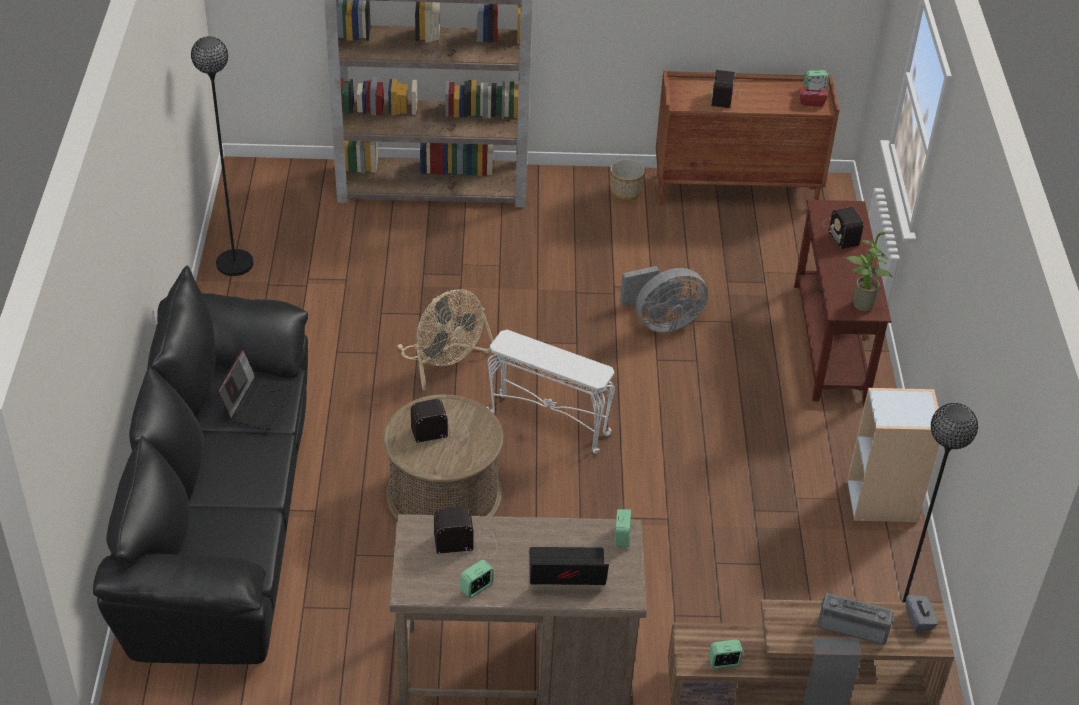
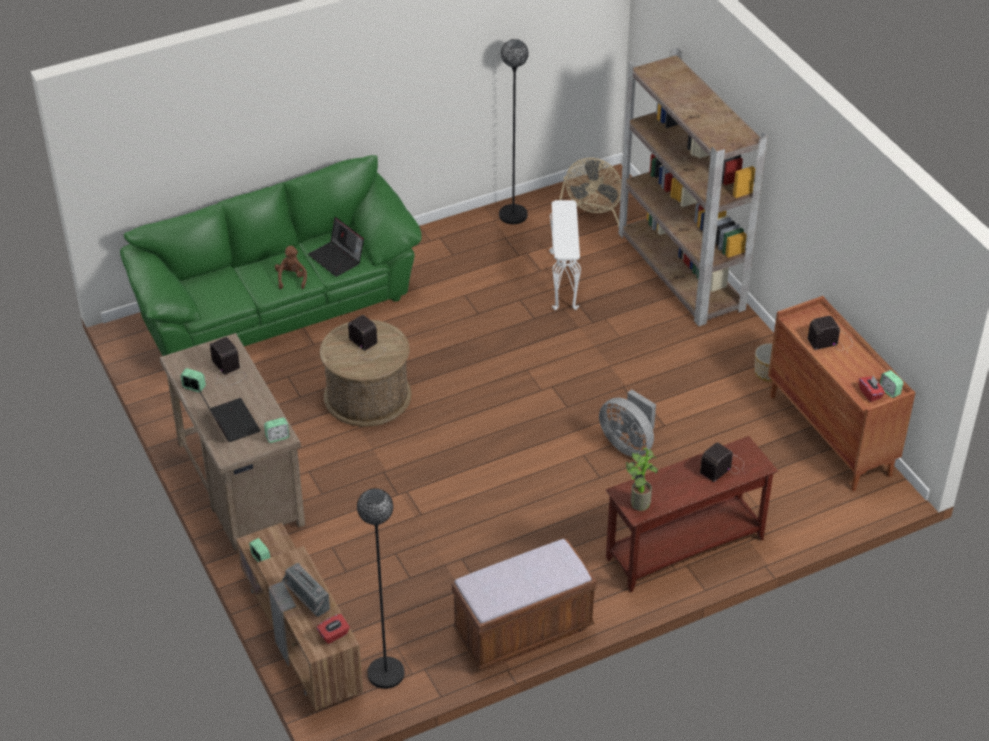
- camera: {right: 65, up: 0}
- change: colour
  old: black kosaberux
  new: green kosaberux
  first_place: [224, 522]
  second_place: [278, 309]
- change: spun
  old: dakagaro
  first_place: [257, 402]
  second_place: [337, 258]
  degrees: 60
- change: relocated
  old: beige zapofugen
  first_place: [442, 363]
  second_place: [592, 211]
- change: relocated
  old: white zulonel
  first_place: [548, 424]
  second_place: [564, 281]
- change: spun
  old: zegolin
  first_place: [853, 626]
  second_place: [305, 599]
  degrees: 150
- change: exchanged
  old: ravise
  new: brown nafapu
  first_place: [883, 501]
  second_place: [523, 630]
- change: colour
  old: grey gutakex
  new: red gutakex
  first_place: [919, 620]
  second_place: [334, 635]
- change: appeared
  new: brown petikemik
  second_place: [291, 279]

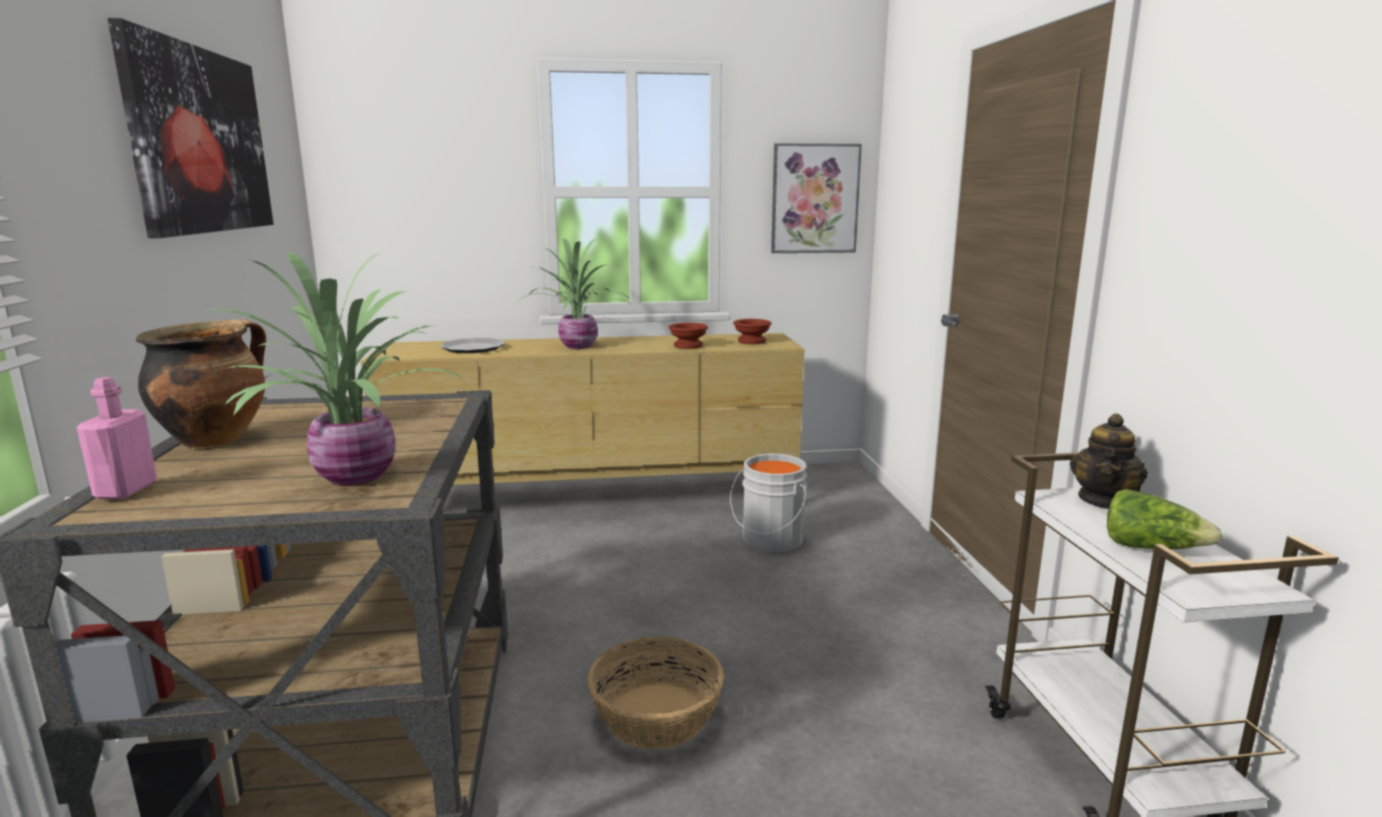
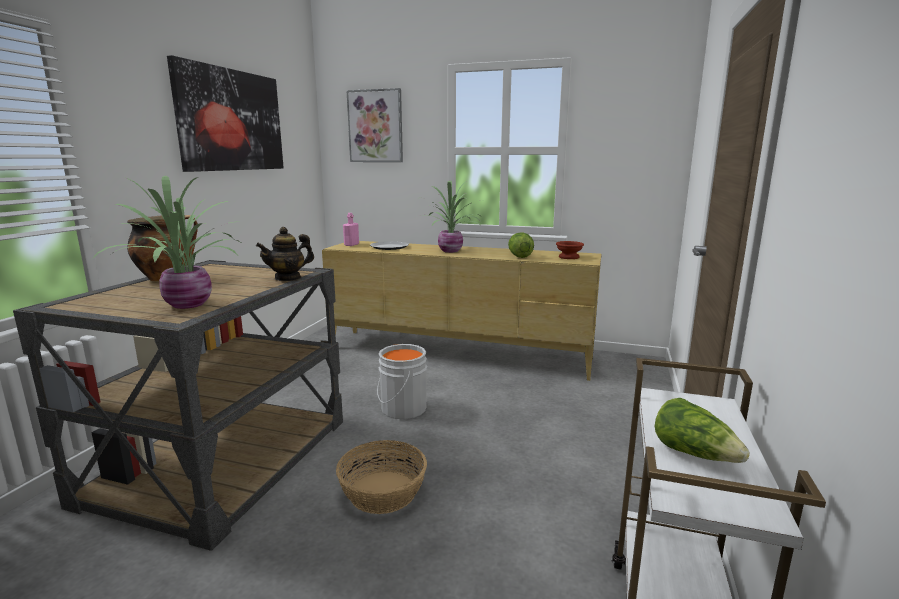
- camera: {right: 25, up: 0}
- change: relocated
  old: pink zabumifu
  first_place: [126, 490]
  second_place: [351, 245]
- change: exchanged
  old: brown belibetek
  new: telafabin
  first_place: [688, 346]
  second_place: [519, 256]
- change: relocated
  old: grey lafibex
  first_place: [770, 541]
  second_place: [401, 409]
- change: relocated
  old: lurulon
  first_place: [814, 199]
  second_place: [375, 126]
- change: relocated
  old: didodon
  first_place: [1103, 501]
  second_place: [288, 278]

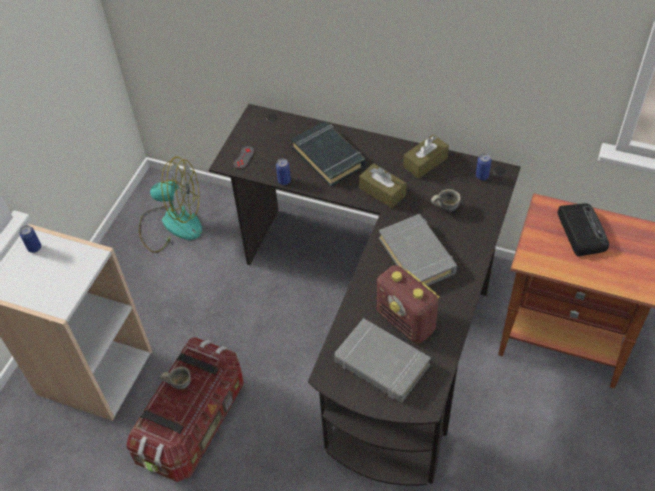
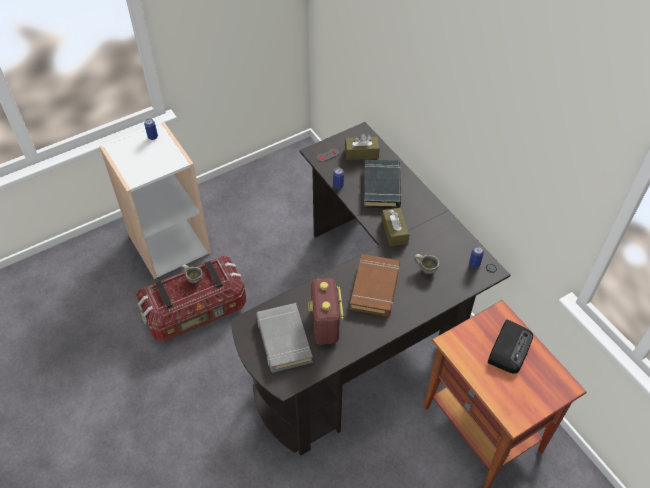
- camera: {right: 35, up: 0}
- change: missing
  old: zapofugen
  first_place: [172, 223]
- change: colour
  old: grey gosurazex
  new: brown gosurazex
  first_place: [417, 255]
  second_place: [375, 288]
- change: relocated
  old: brown gutakex
  first_place: [425, 162]
  second_place: [361, 153]

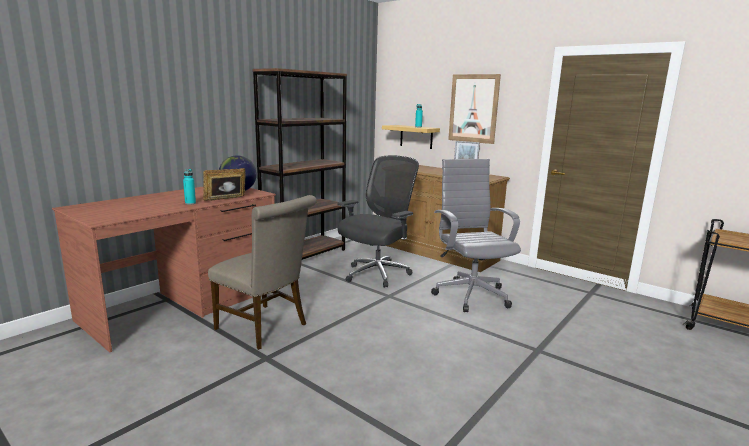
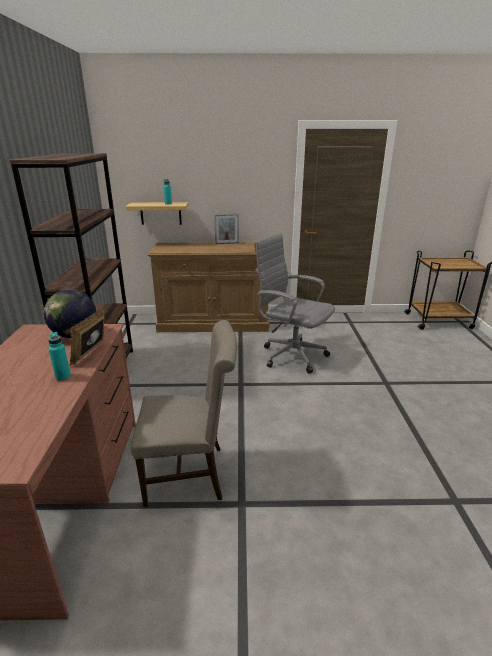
- camera: {right: -40, up: 10}
- change: missing
  old: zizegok
  first_place: [377, 274]
- change: missing
  old: lurulon
  first_place: [473, 108]

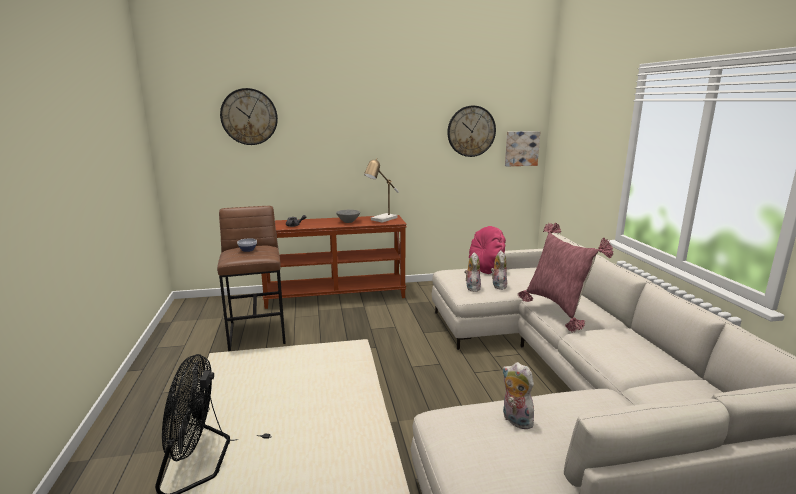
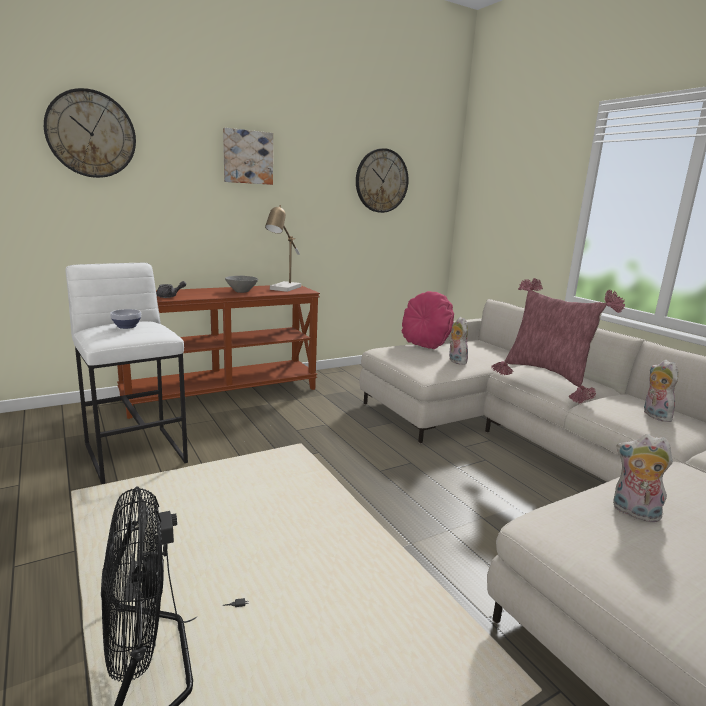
- camera: {right: -20, up: 0}
- change: colour
  old: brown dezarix
  new: white dezarix
  first_place: [257, 333]
  second_place: [135, 452]
- change: relocated
  old: petikemik
  first_place: [472, 288]
  second_place: [654, 415]
- change: relocated
  old: lurulon
  first_place: [521, 148]
  second_place: [247, 157]

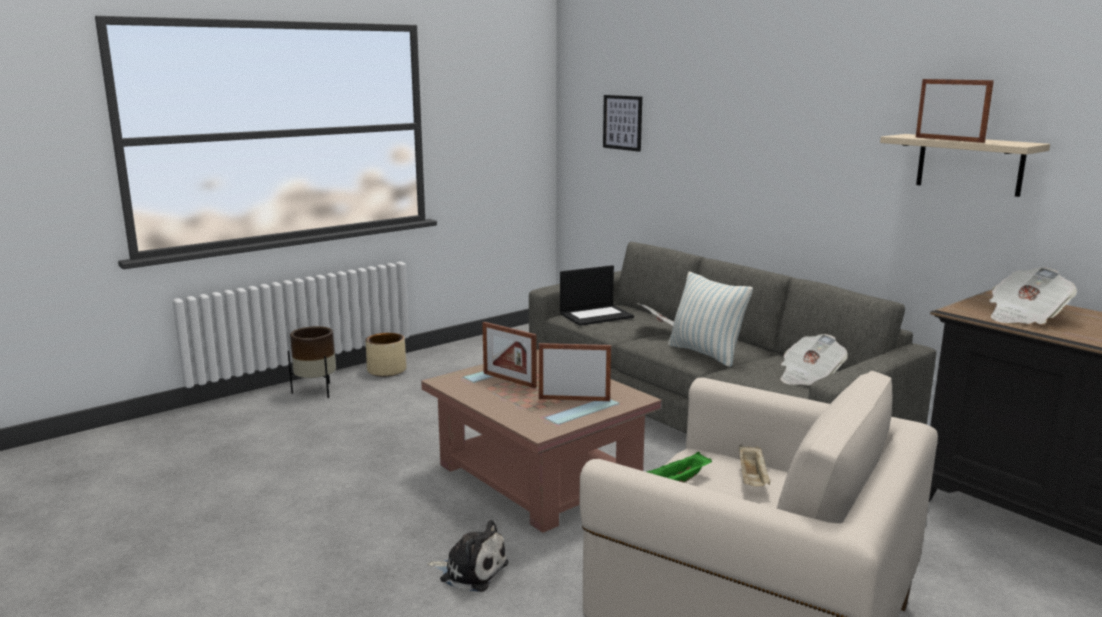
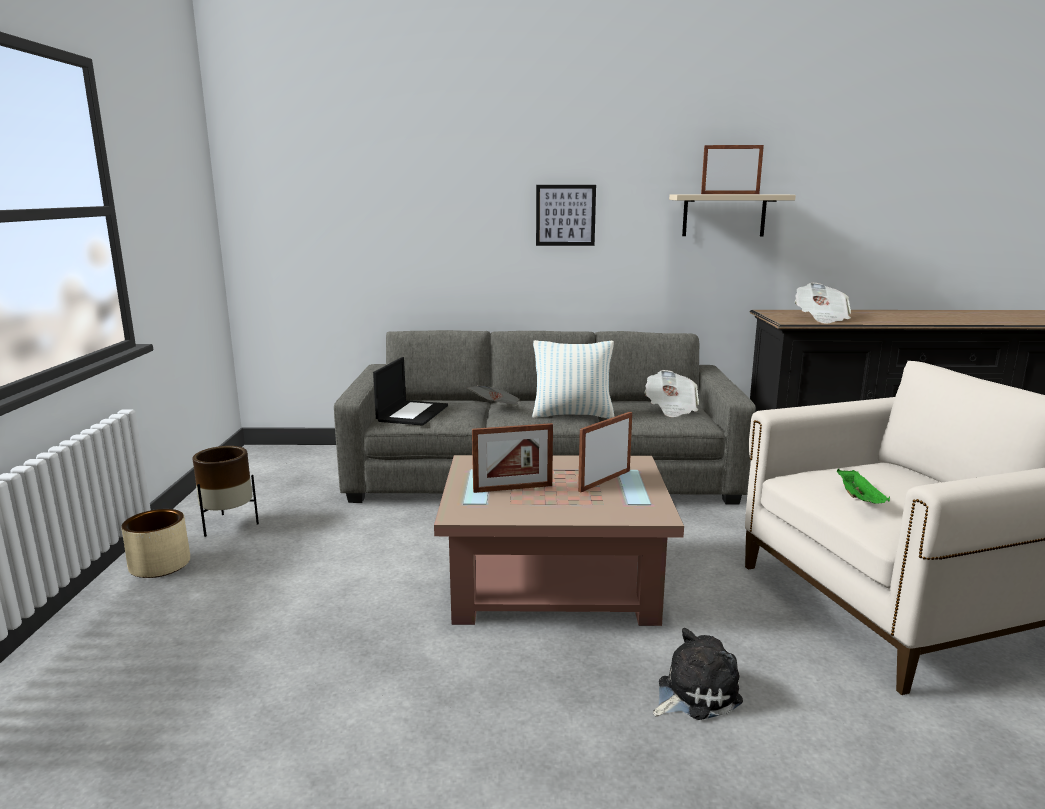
- camera: {right: -50, up: 0}
- change: relocated
  old: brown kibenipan
  first_place: [316, 391]
  second_place: [229, 525]
- change: relocated
  old: lurulon
  first_place: [622, 122]
  second_place: [565, 215]
- change: missing
  old: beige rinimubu
  first_place: [752, 479]

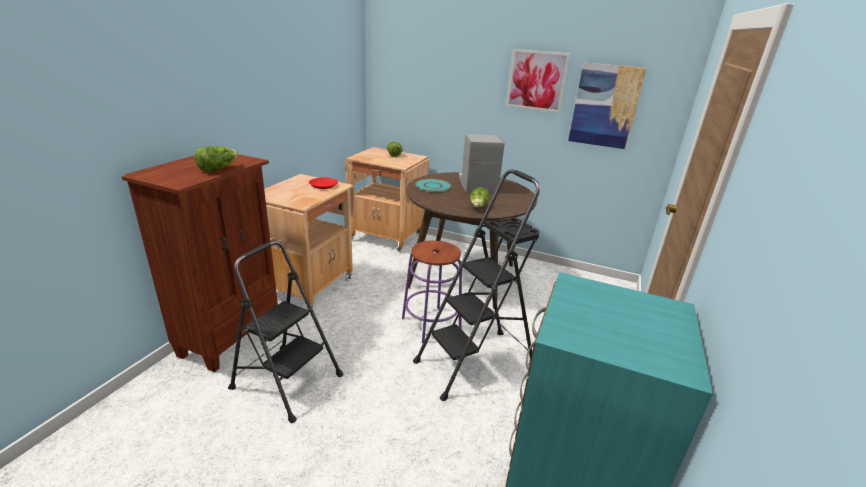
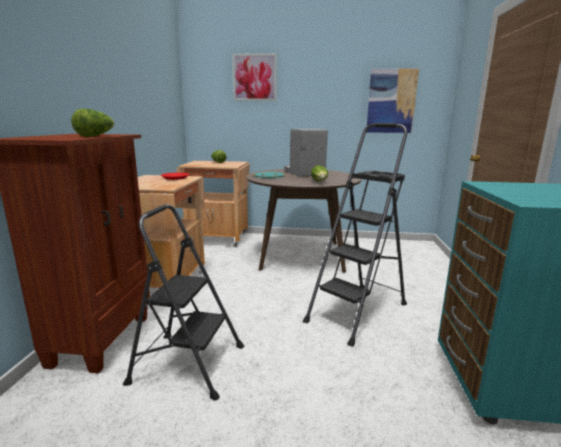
- camera: {right: -15, up: -10}
- change: missing
  old: purple dezarix
  first_place: [431, 324]
- change: relocated
  old: lurulon
  first_place: [537, 80]
  second_place: [254, 77]

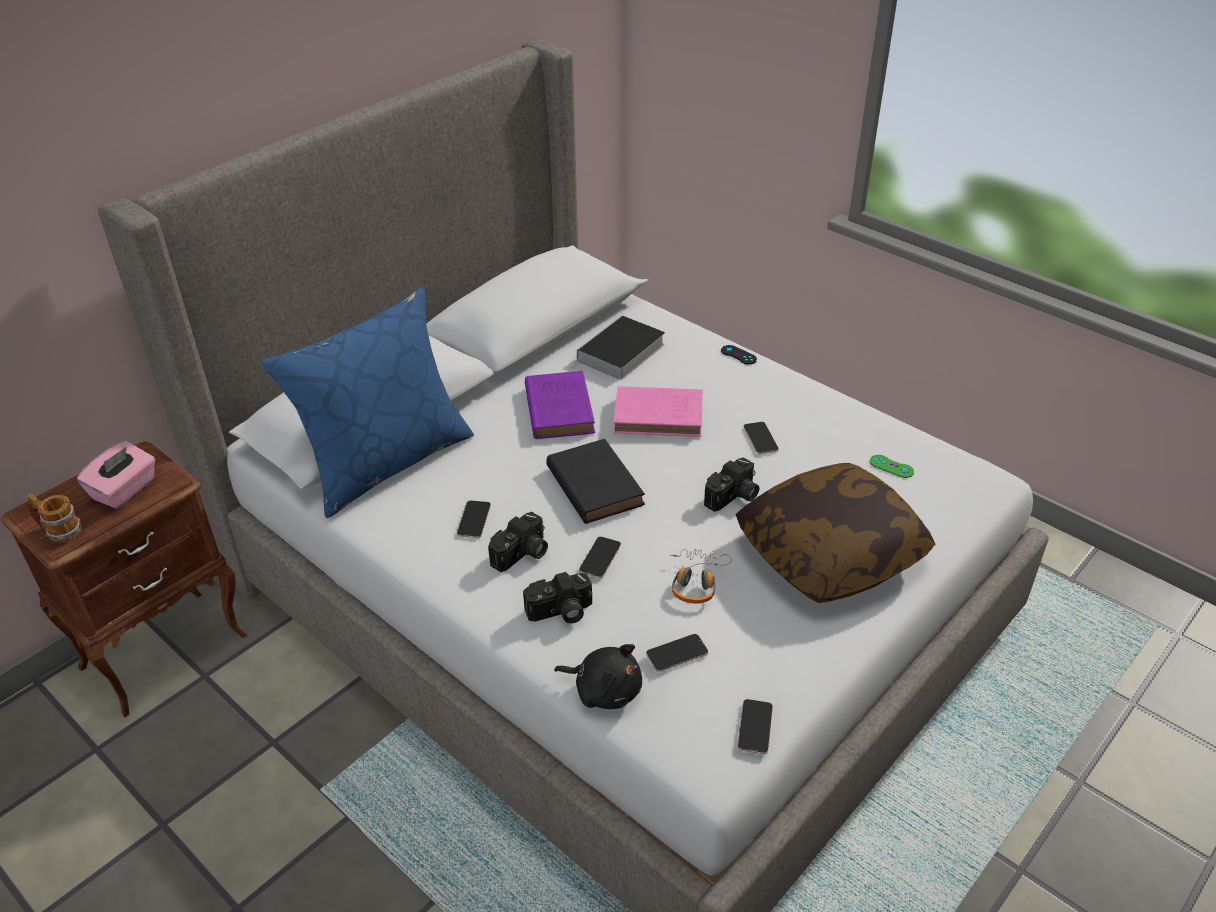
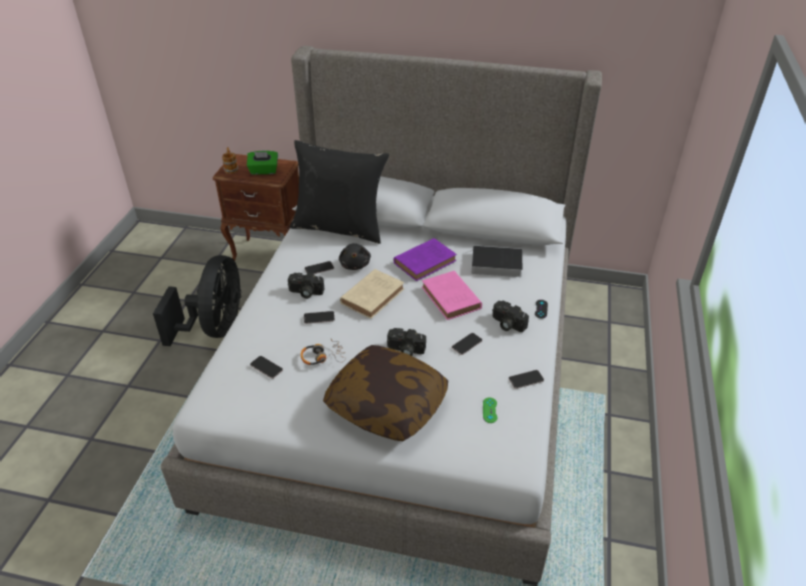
- camera: {right: 60, up: 0}
- change: colour
  old: pink gutakex
  new: green gutakex
  first_place: [125, 490]
  second_place: [264, 171]
- change: colour
  old: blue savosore
  new: black savosore
  first_place: [386, 462]
  second_place: [340, 227]
- change: relocated
  old: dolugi
  first_place: [560, 612]
  second_place: [507, 324]
- change: colour
  old: black gosurazex
  new: beige gosurazex
  first_place: [593, 484]
  second_place: [373, 295]
- change: relocated
  old: black petikemik
  first_place: [604, 690]
  second_place: [355, 264]
- change: relocated
  old: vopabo
  first_place: [755, 727]
  second_place: [526, 379]
- change: appeared
  new: black zapofugen
  second_place: [215, 328]

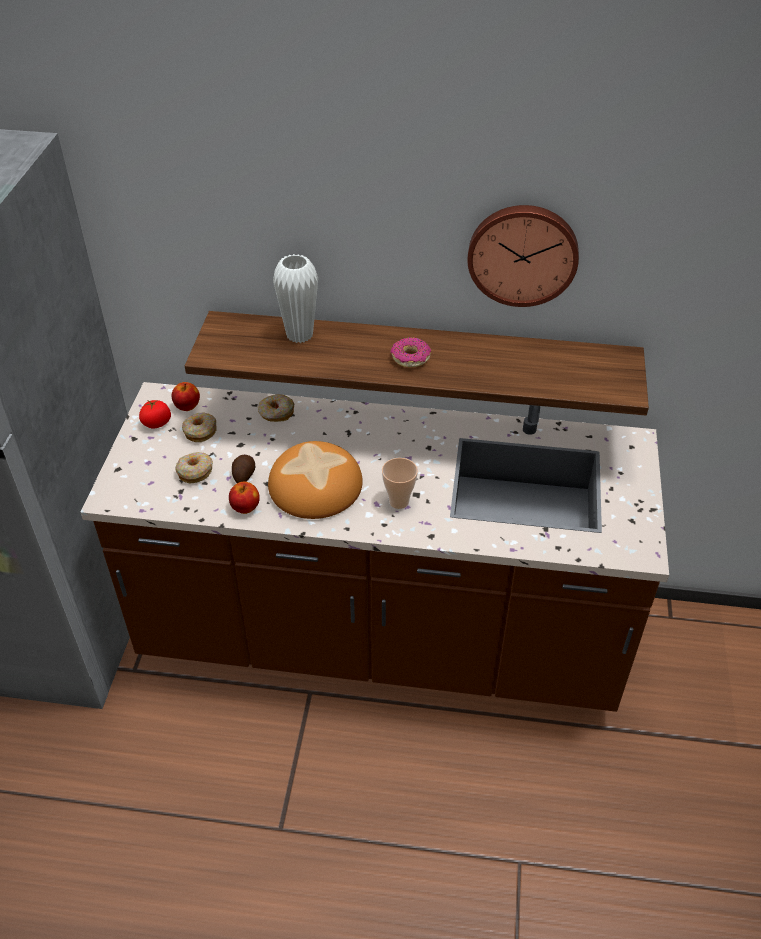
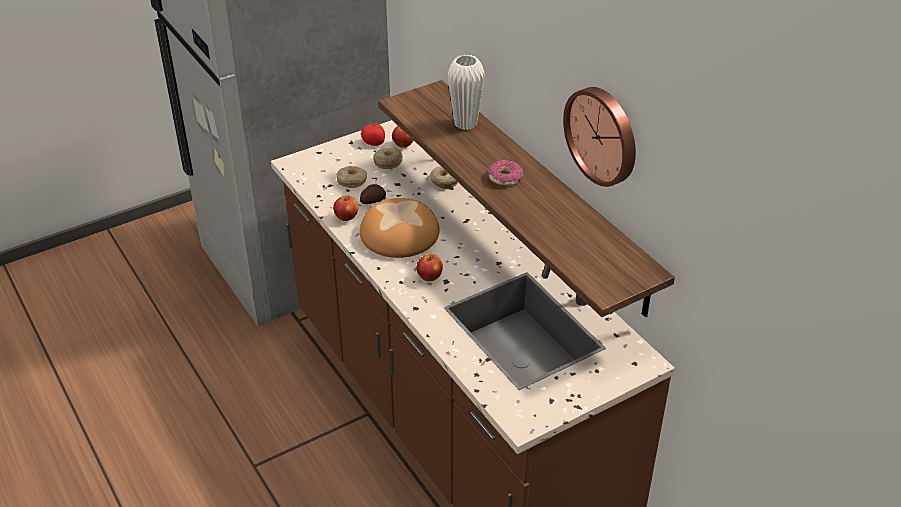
- camera: {right: 50, up: -5}
- change: exchanged
  old: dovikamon
  new: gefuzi
  first_place: [399, 501]
  second_place: [429, 277]

